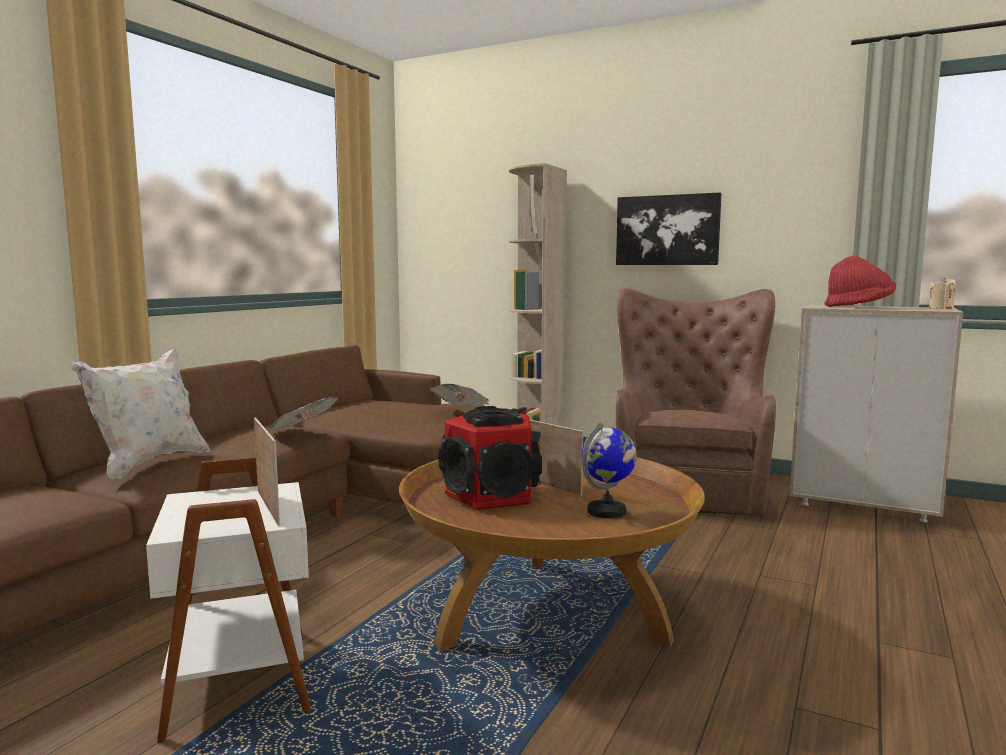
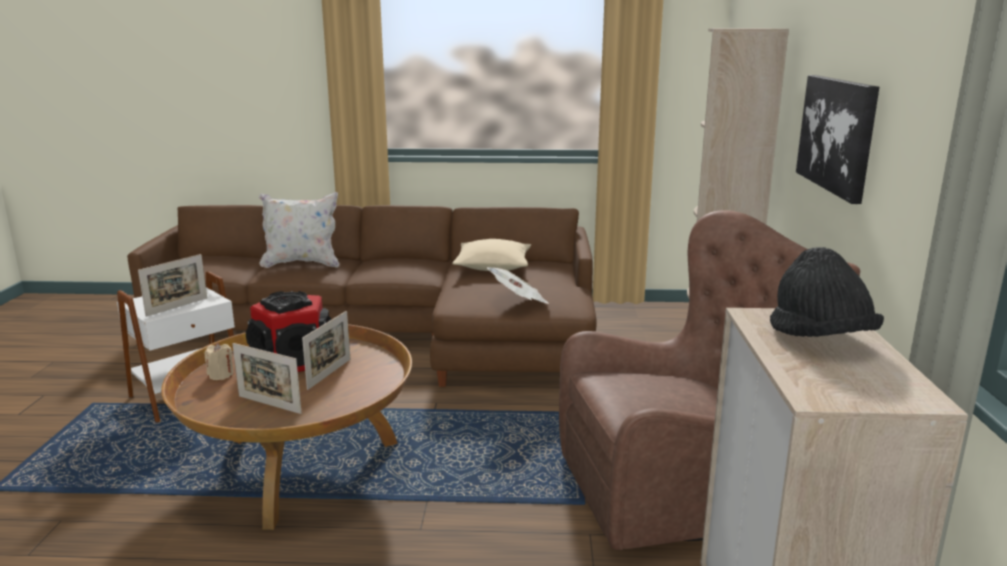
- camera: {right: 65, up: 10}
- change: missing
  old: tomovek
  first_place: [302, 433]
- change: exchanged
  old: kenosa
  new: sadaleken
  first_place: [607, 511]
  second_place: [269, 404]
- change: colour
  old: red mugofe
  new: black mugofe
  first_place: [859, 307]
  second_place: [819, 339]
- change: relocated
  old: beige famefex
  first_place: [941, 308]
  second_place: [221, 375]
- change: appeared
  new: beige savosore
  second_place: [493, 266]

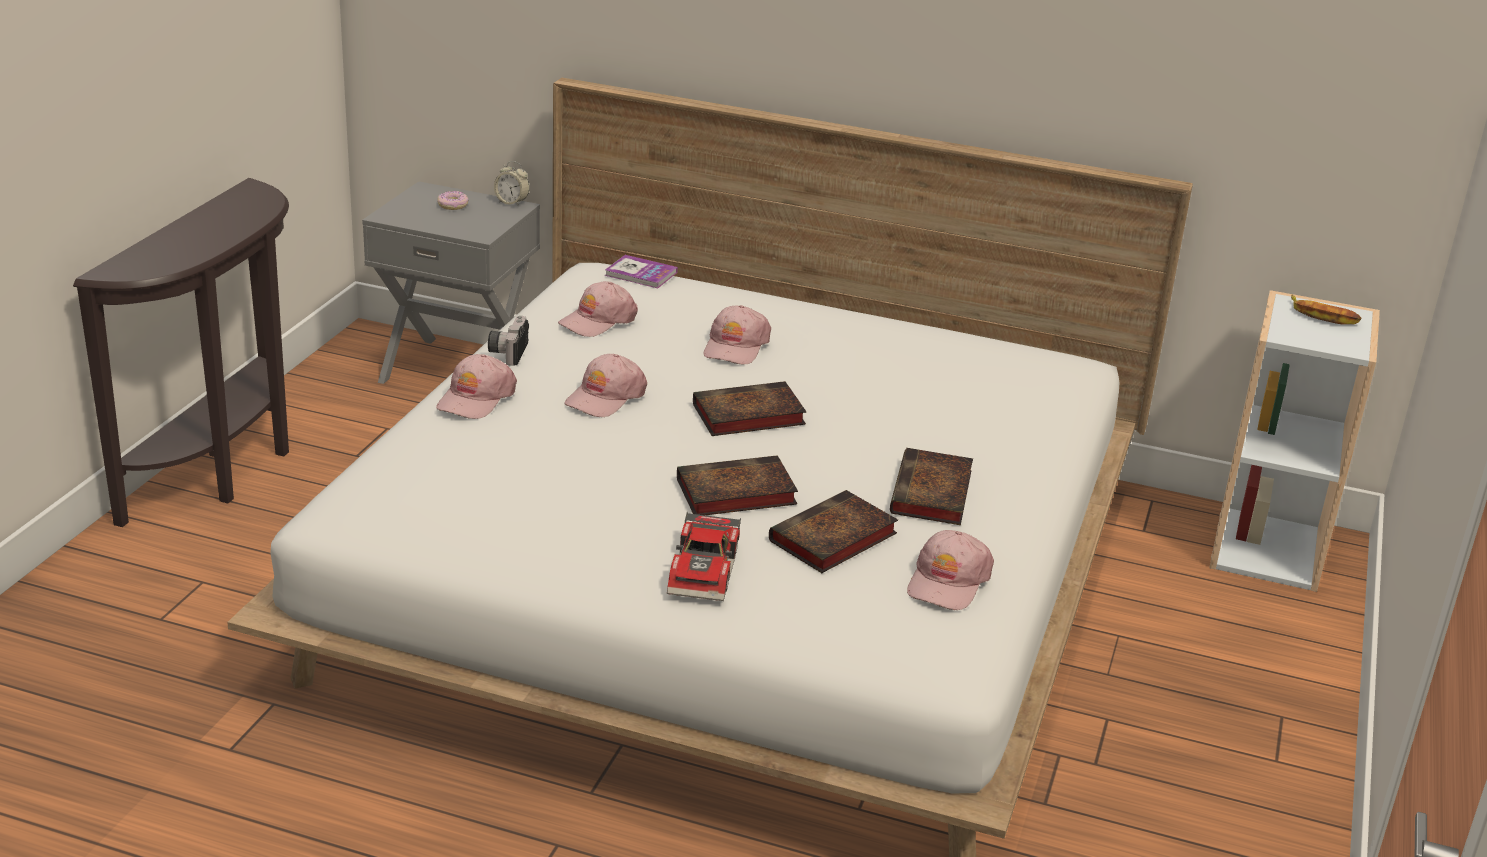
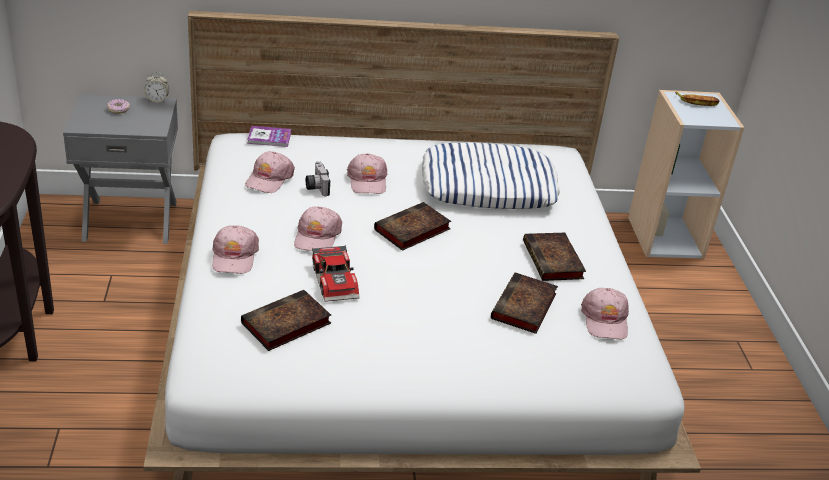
- camera: {right: -25, up: 5}
- change: relocated
  old: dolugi
  first_place: [507, 352]
  second_place: [316, 187]
- change: relocated
  old: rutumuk
  first_place: [707, 570]
  second_place: [337, 281]
- change: relocated
  old: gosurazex
  first_place: [733, 493]
  second_place: [285, 325]
- change: appeared
  new: savosore
  second_place: [488, 186]

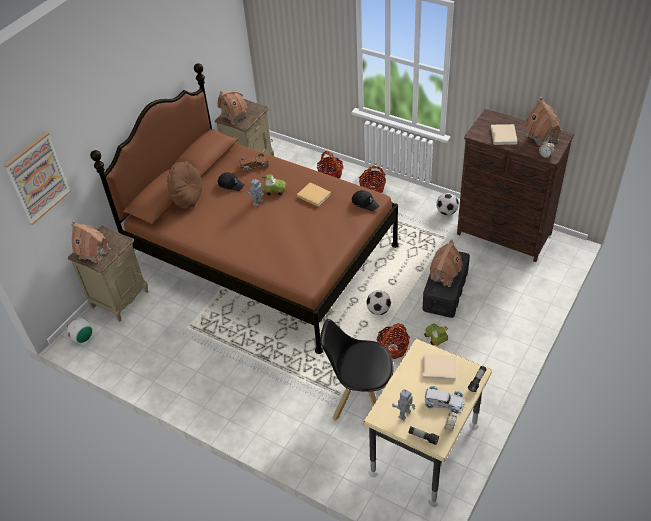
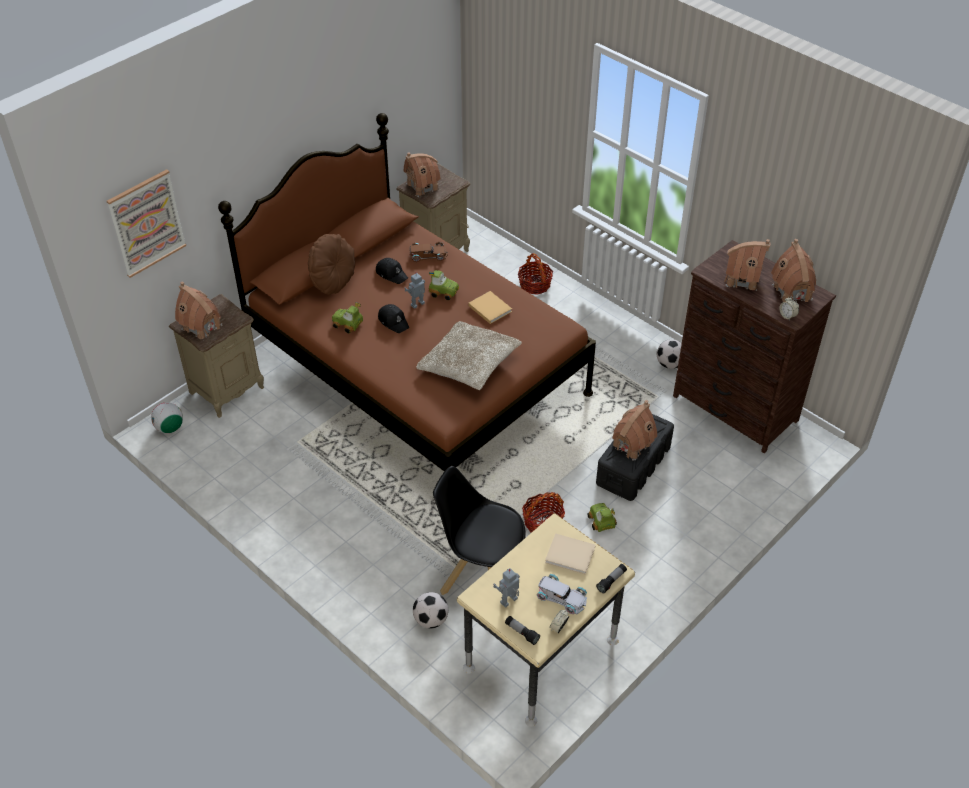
- camera: {right: 10, up: 0}
- change: relocated
  old: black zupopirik
  first_place: [365, 203]
  second_place: [393, 321]
- change: missing
  old: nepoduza
  first_place: [372, 188]
- change: relocated
  old: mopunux
  first_place: [378, 310]
  second_place: [431, 620]
- change: exchanged
  old: beige gosurazex
  new: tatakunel
  first_place: [503, 135]
  second_place: [742, 279]
- change: appeared
  new: rutumuk
  second_place: [347, 324]
- change: appeared
  new: beige savosore
  second_place: [469, 364]

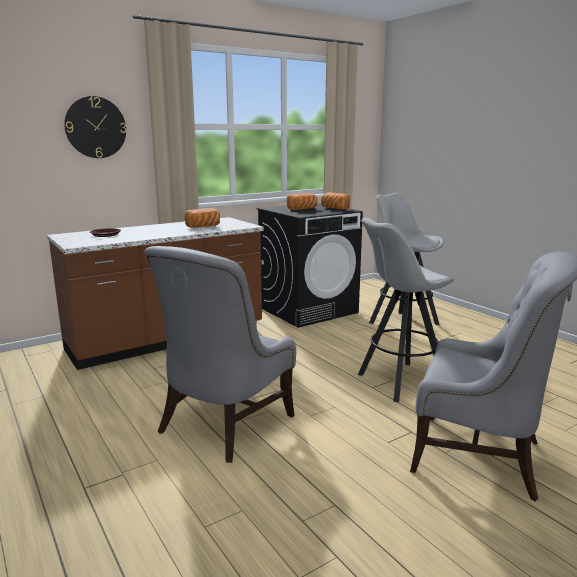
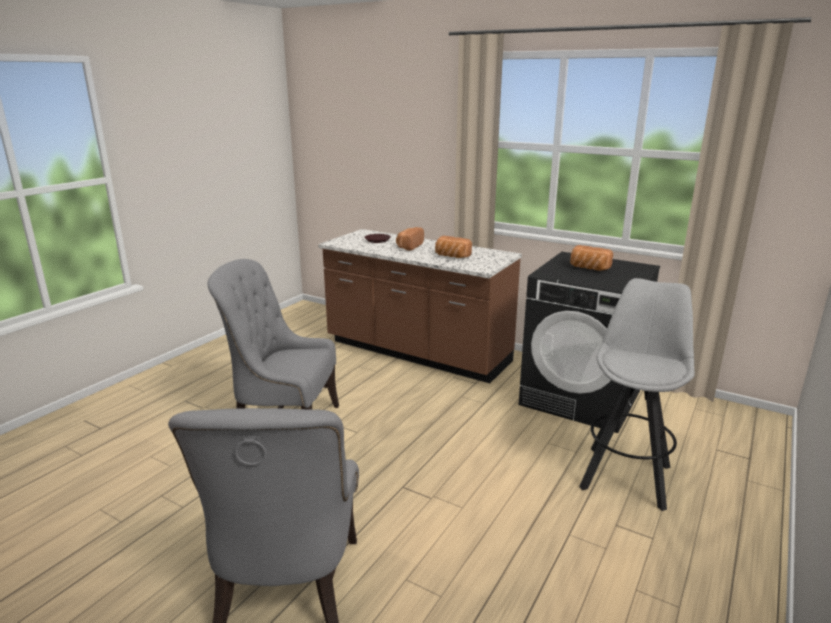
- camera: {right: 65, up: 5}
- change: missing
  old: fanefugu
  first_place: [95, 127]
- change: relocated
  old: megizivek
  first_place: [333, 208]
  second_place: [409, 246]
- change: missing
  old: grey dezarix
  first_place: [399, 381]

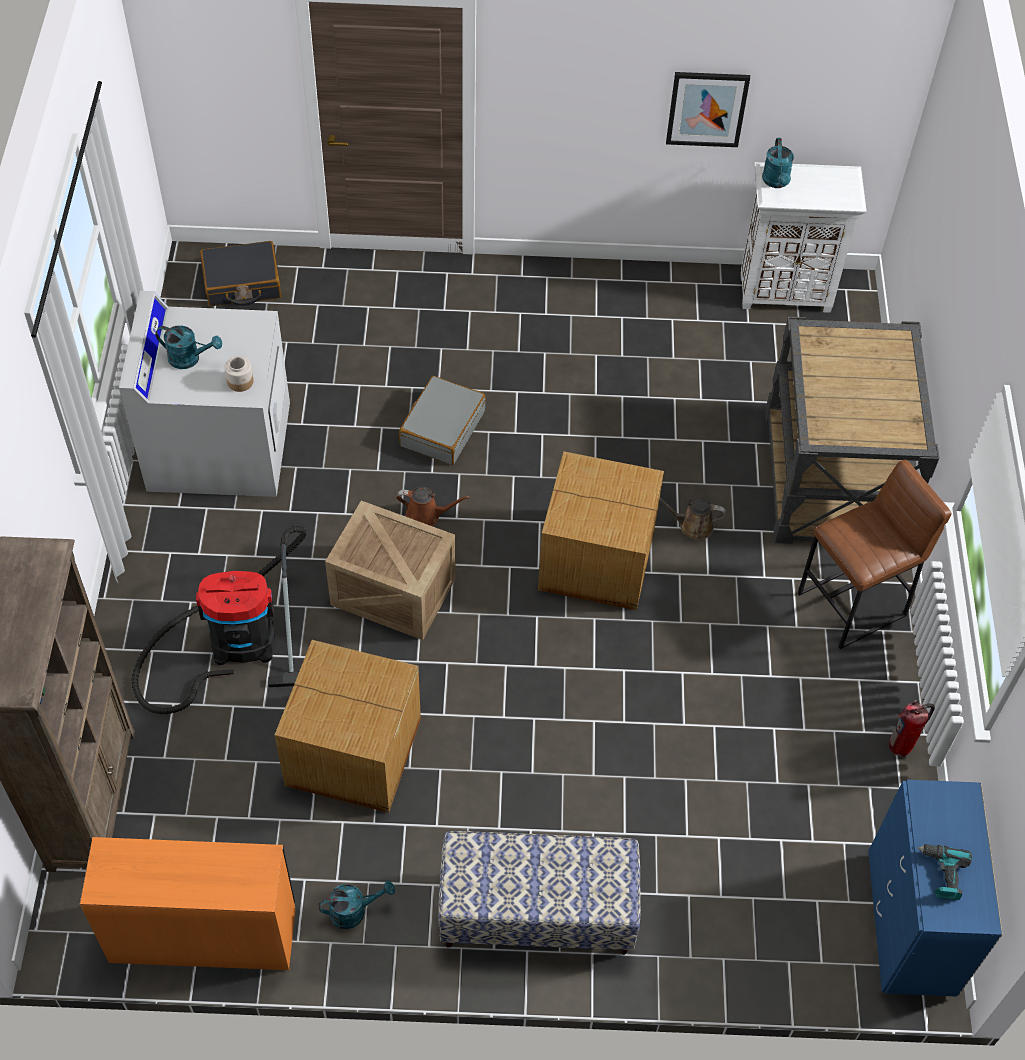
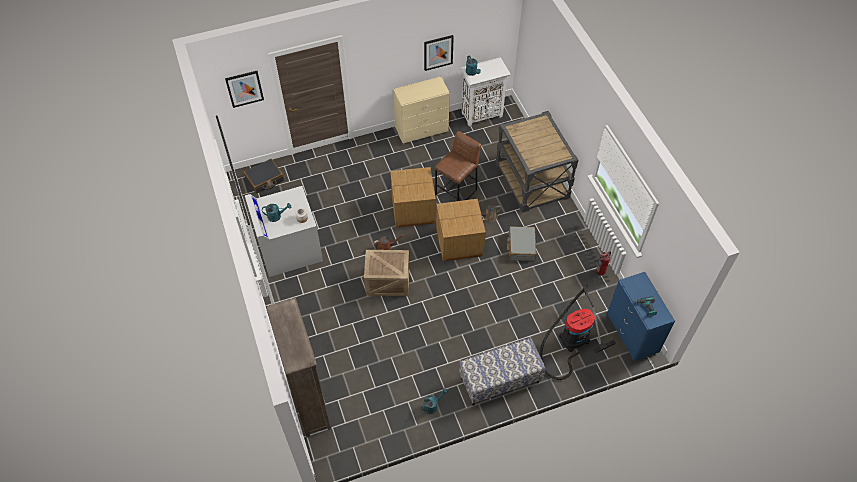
- camera: {right: -20, up: 0}
- change: missing
  old: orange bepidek
  first_place: [203, 932]
- change: relocated
  old: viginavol
  first_place: [235, 644]
  second_place: [571, 341]
- change: relocated
  old: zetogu
  first_place: [354, 754]
  second_place: [414, 210]
- change: relocated
  old: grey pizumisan
  first_place: [442, 428]
  second_place: [521, 247]
- change: relocated
  old: brown dezarix
  first_place: [853, 604]
  second_place: [456, 192]
- change: appeared
  new: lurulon
  second_place: [244, 88]
- change: appeared
  new: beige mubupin
  second_place: [422, 130]

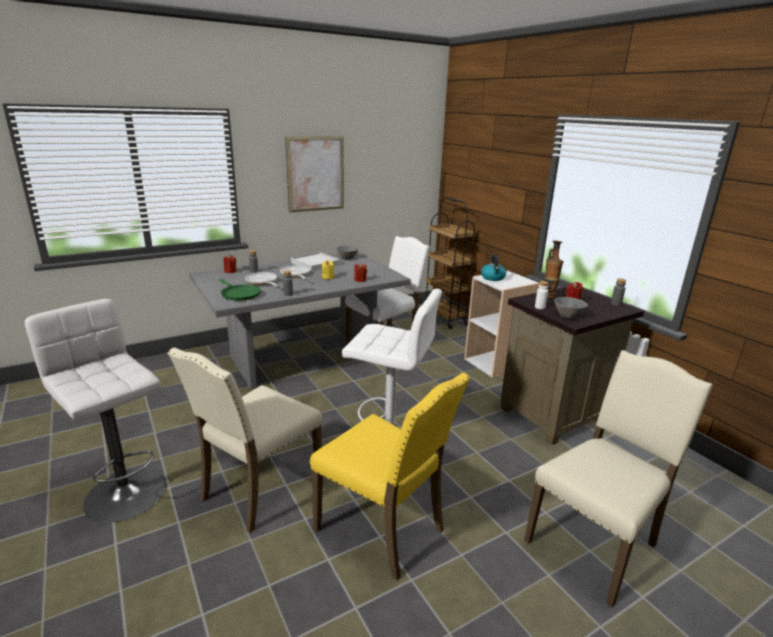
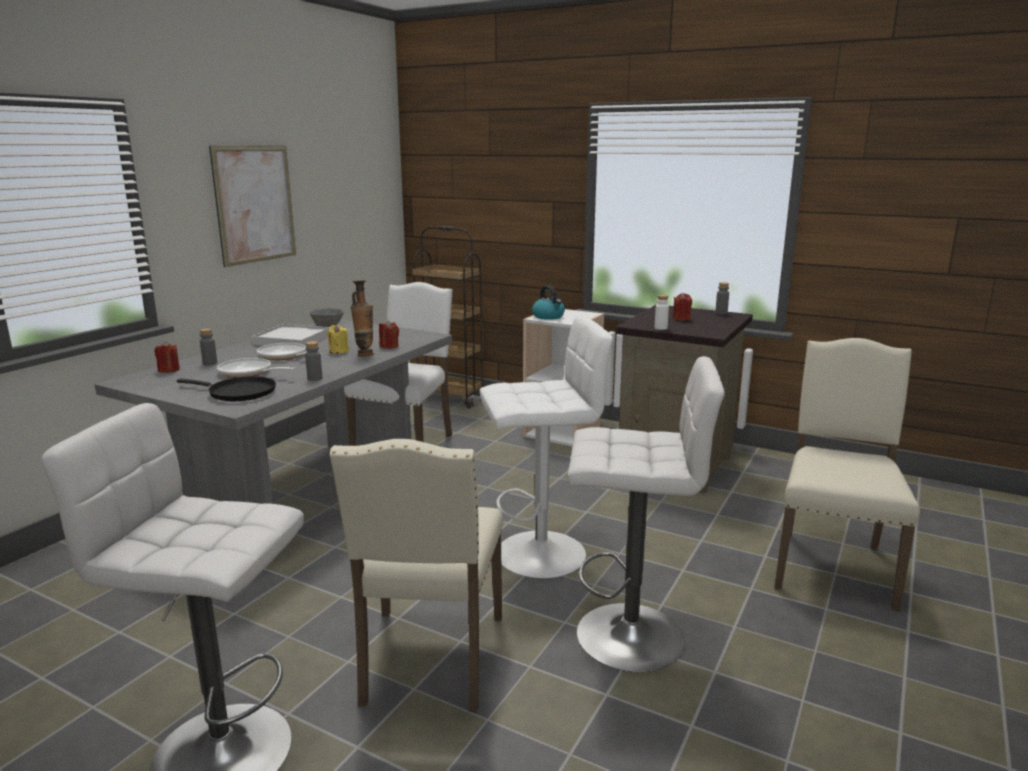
- camera: {right: -30, up: -5}
- change: colour
  old: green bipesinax
  new: black bipesinax
  first_place: [239, 294]
  second_place: [238, 393]
- change: exchanged
  old: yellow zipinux
  new: white dezarix
  first_place: [383, 529]
  second_place: [631, 637]
- change: relocated
  old: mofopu
  first_place: [548, 296]
  second_place: [365, 355]
- change: missing
  old: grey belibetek
  first_place: [569, 316]

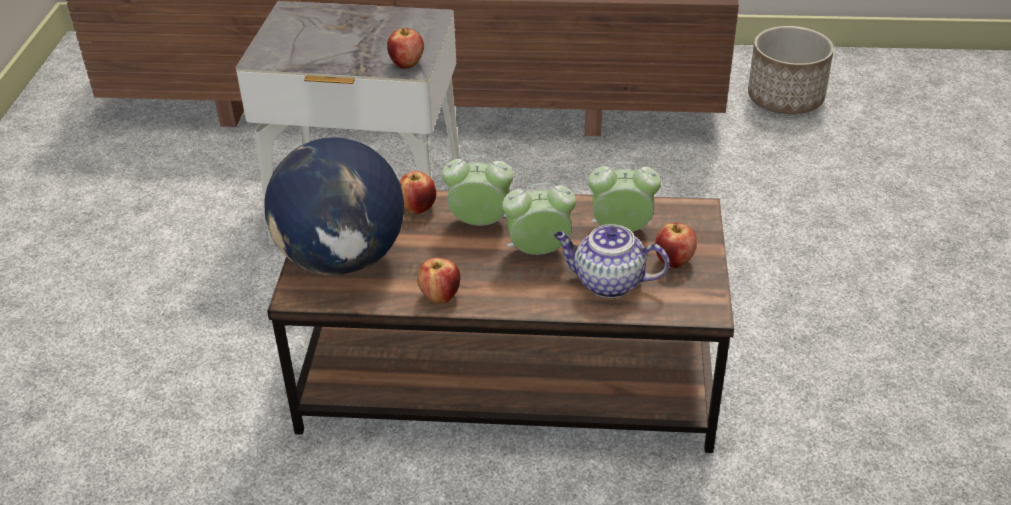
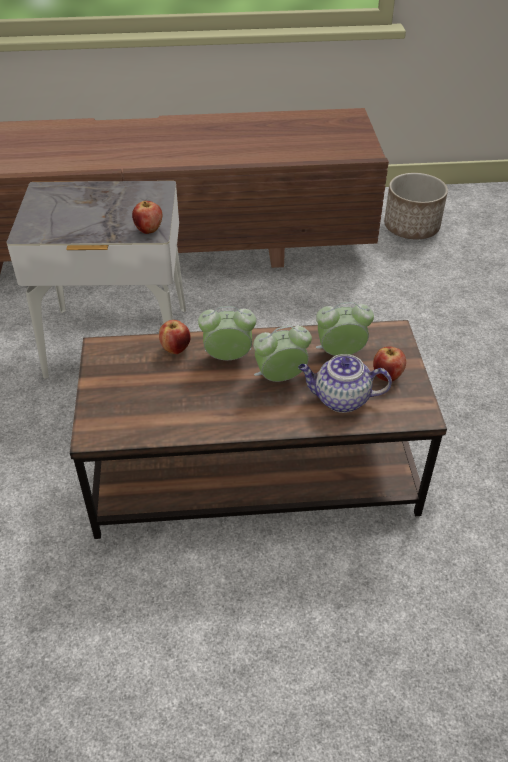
- camera: {right: -10, up: 5}
- change: missing
  old: kenosa
  first_place: [343, 259]
- change: missing
  old: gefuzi
  first_place: [440, 296]

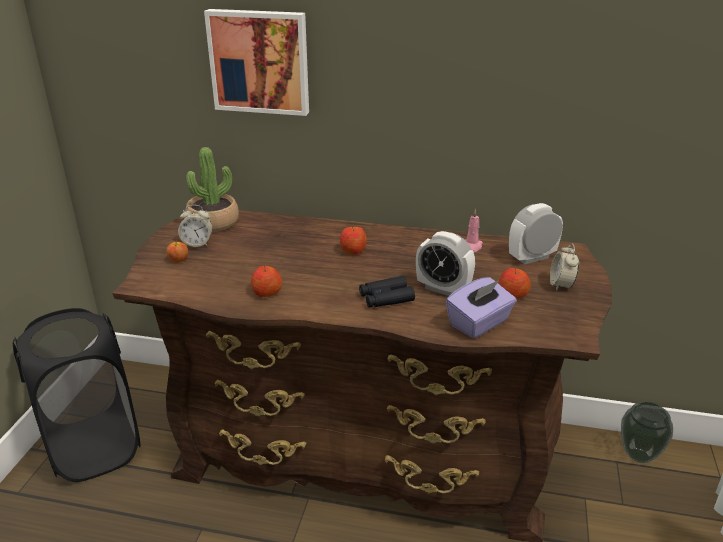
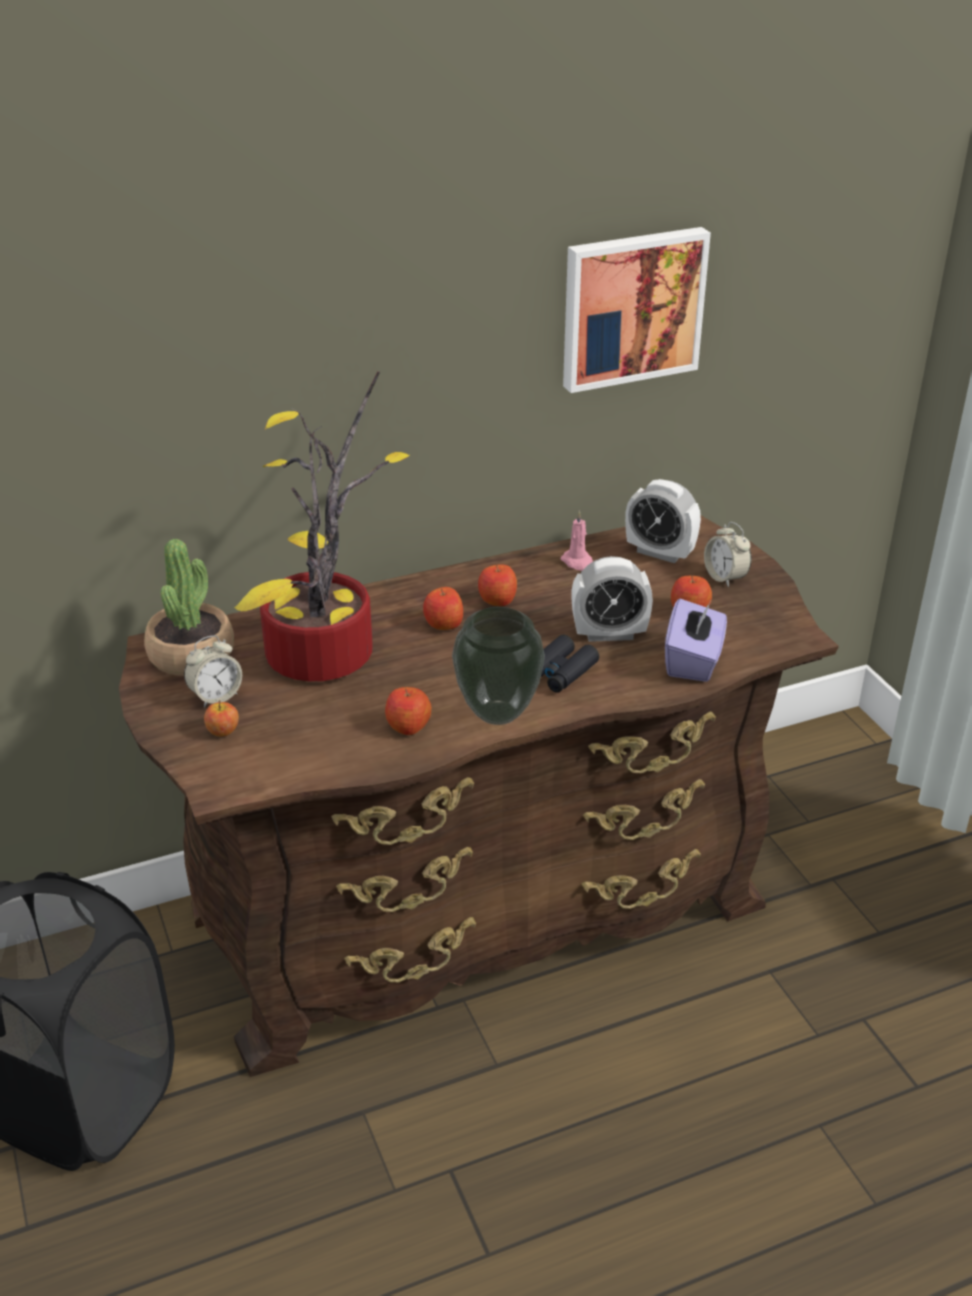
- camera: {right: -35, up: 5}
- change: relocated
  old: lurulon
  first_place: [260, 61]
  second_place: [631, 307]
- change: spun
  old: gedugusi
  first_place: [532, 258]
  second_place: [659, 553]
  degrees: -90
- change: relocated
  old: mofopu
  first_place: [638, 455]
  second_place: [497, 713]
- change: appeared
  new: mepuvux
  second_place: [325, 660]
- change: appeared
  new: gefuzi
  second_place: [497, 600]

